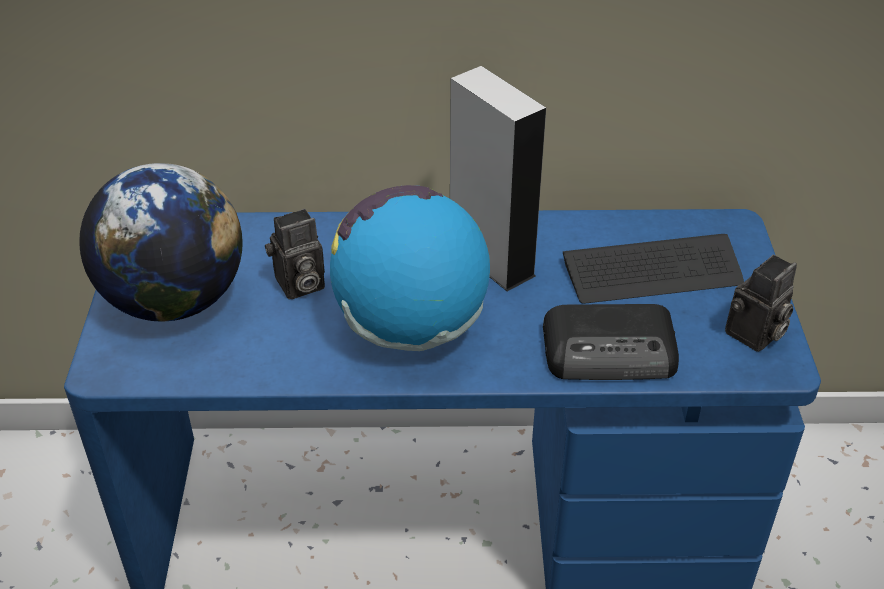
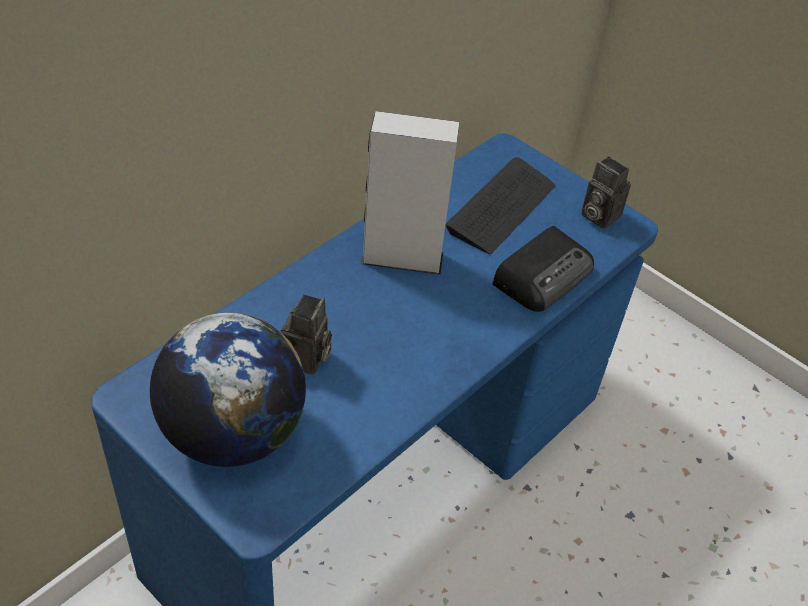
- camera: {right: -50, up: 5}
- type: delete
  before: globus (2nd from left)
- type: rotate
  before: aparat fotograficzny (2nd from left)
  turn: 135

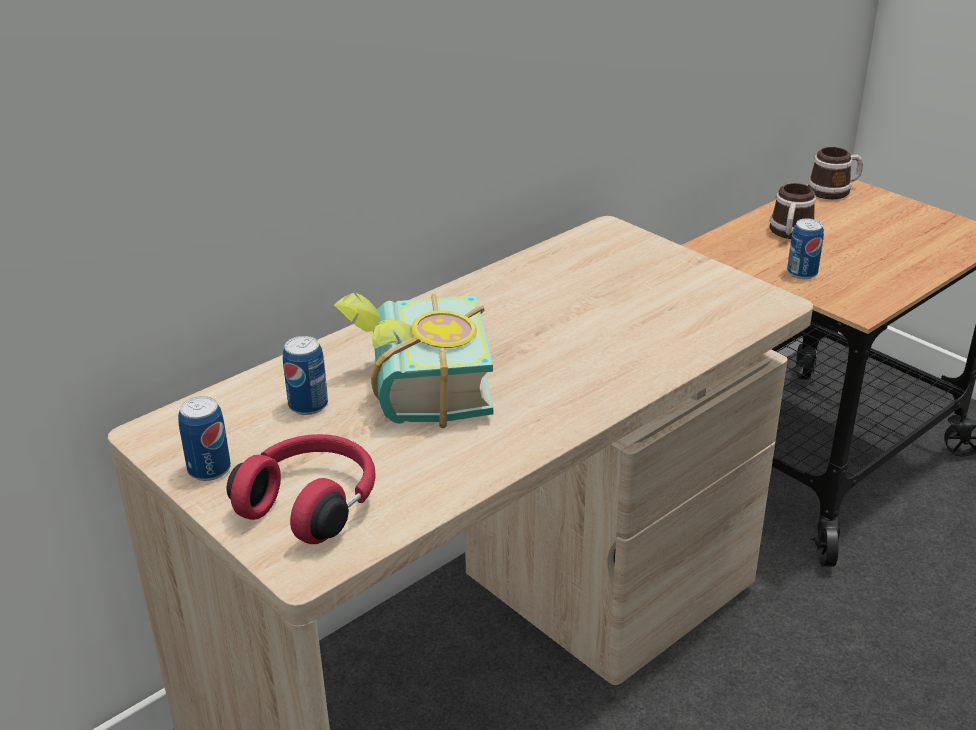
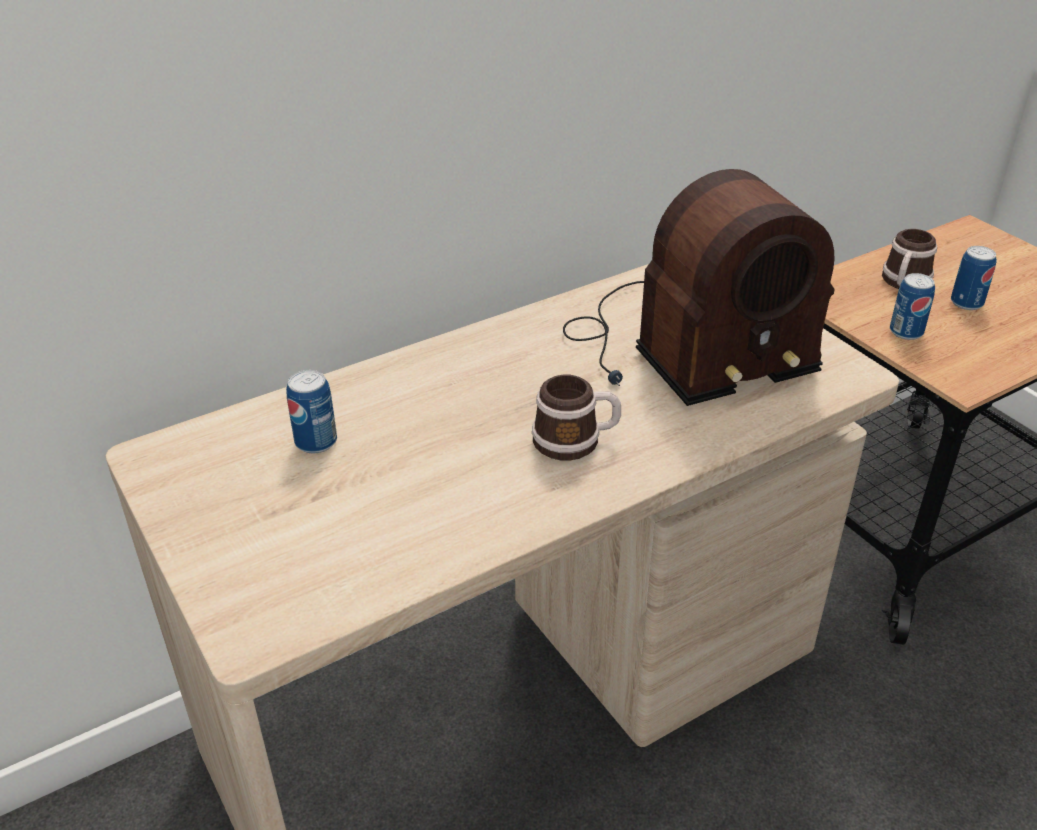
- camera: {right: 10, up: 5}
- type: delete
  before: słuchawki (czerwony)
- type: delete
  before: książka
- type: insert
  after: radio
- type: move
  before: puszka (1st from left in the first image)
  after: puszka (3rd from left)
- type: move
  before: kubek (2nd from left in the first image)
  after: kubek (1st from left)

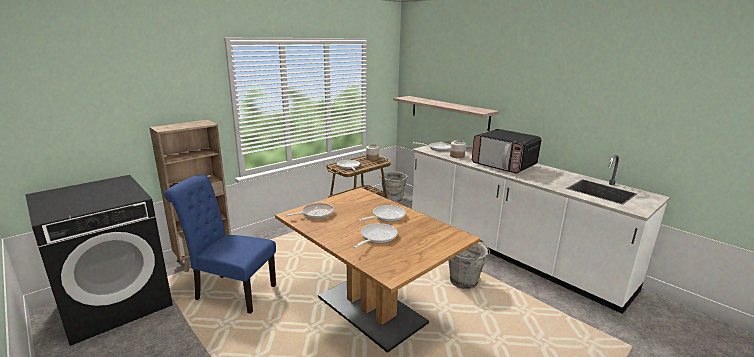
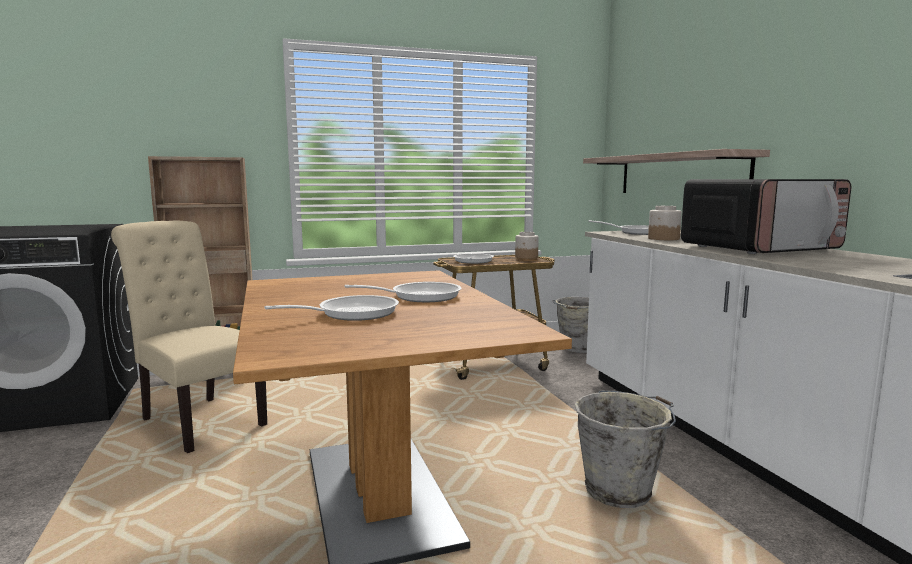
- camera: {right: 25, up: -10}
- type: delete
  before: patelnia (1st from left)
- type: recolor
  before: krzesło (niebieski)
  after: krzesło (beżowy)
- type: rotate
  before: mikrofalówka
  turn: -90

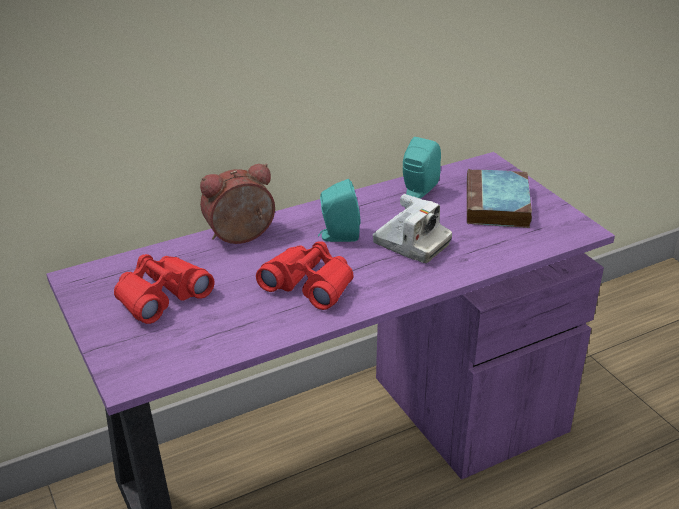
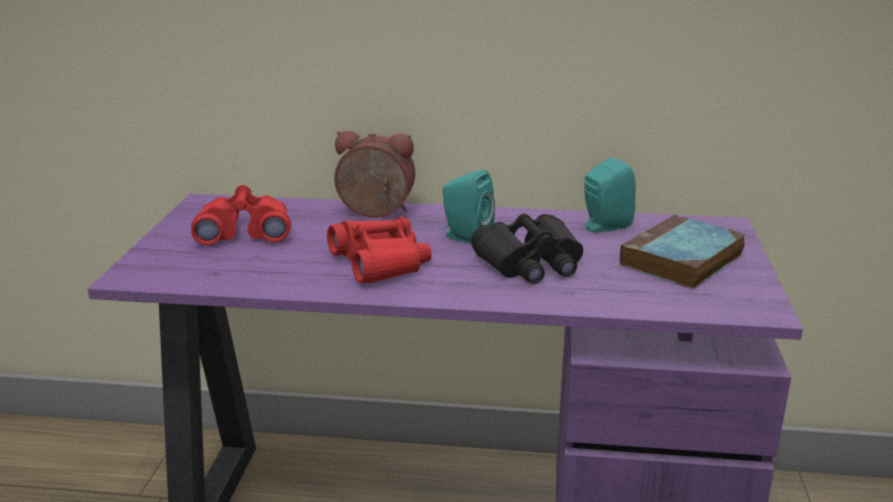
- camera: {right: 35, up: -10}
- type: replace
  before: aparat fotograficzny
  after: lornetka (czarny)

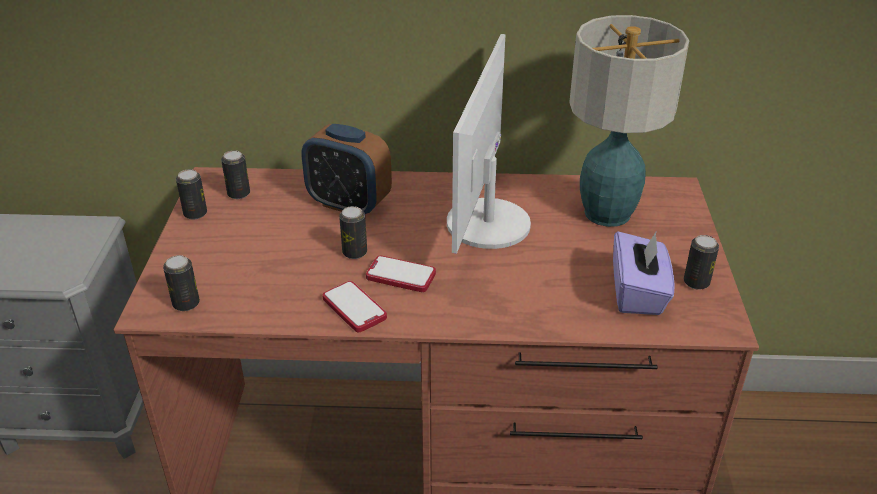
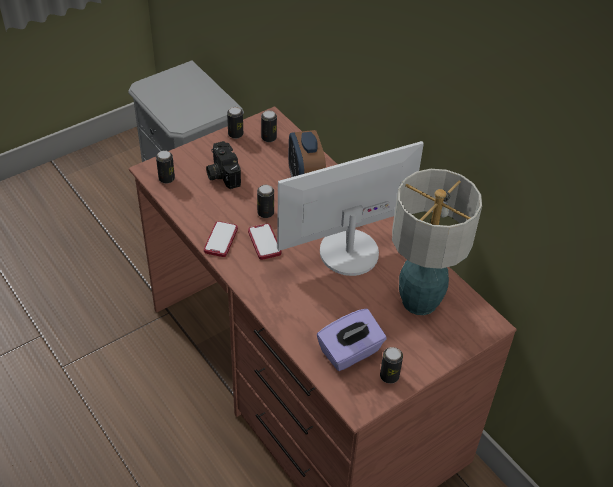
- camera: {right: 50, up: 10}
- type: insert
  after: aparat fotograficzny

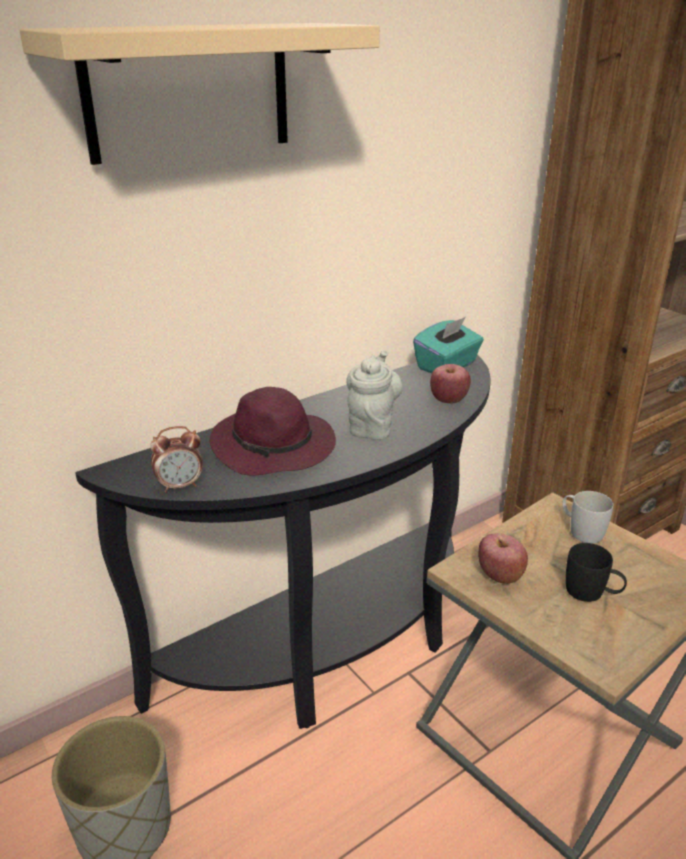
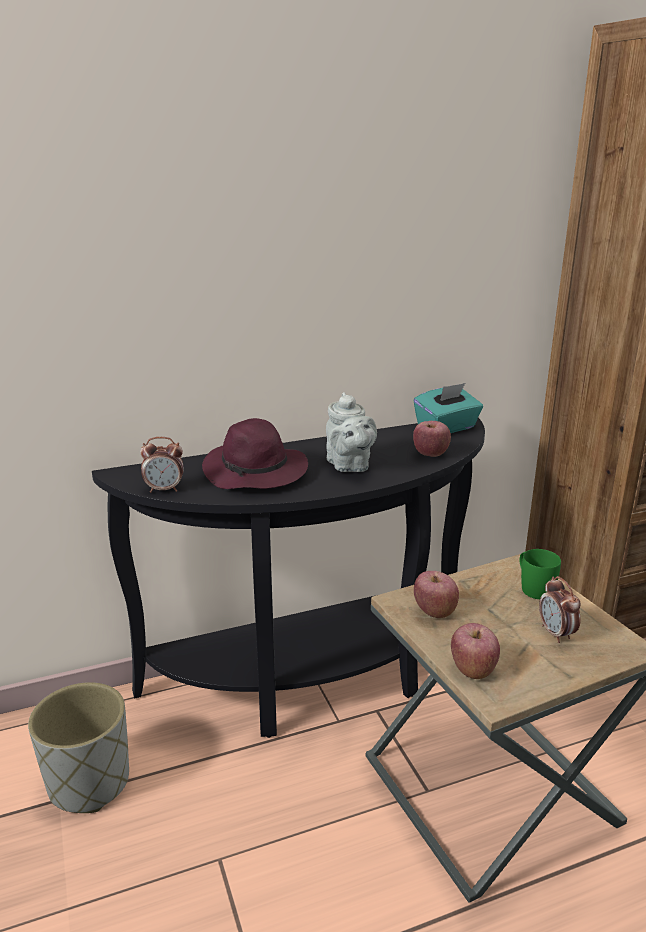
- camera: {right: 15, up: -5}
- type: delete
  before: półka (beżowy)
- type: delete
  before: kubek (czarny)
- type: insert
  after: jabłko (3rd from left)
- type: insert
  after: budzik (2nd from left)
- type: recolor
  before: kubek (biały)
  after: kubek (zielony)
- type: rotate
  before: imbryk (szary)
  turn: 135

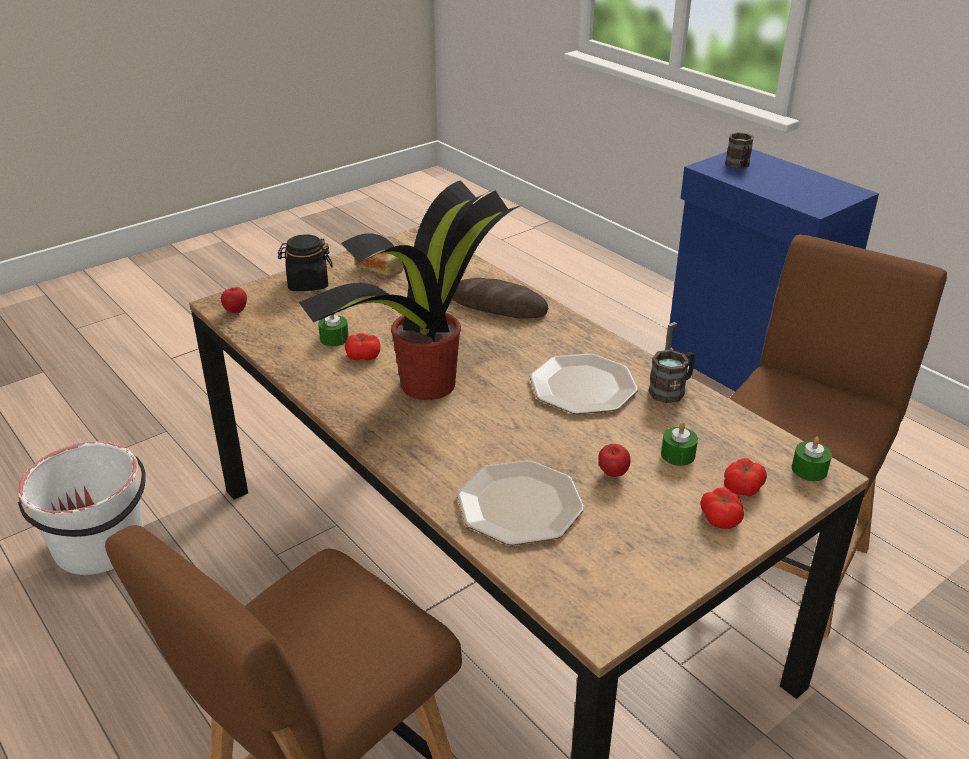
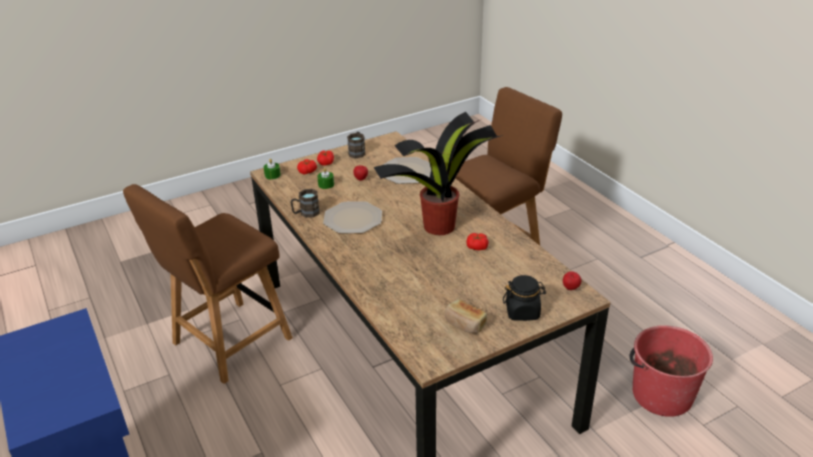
- camera: {right: -170, up: 0}
- type: delete
  before: świeca (zielony) (1st from left)
- type: delete
  before: chleb (2nd from left)
- type: move
  before: kubek (brązowy) (2nd from left)
- type: recolor
  before: wiadro (biały)
  after: wiadro (czerwony)

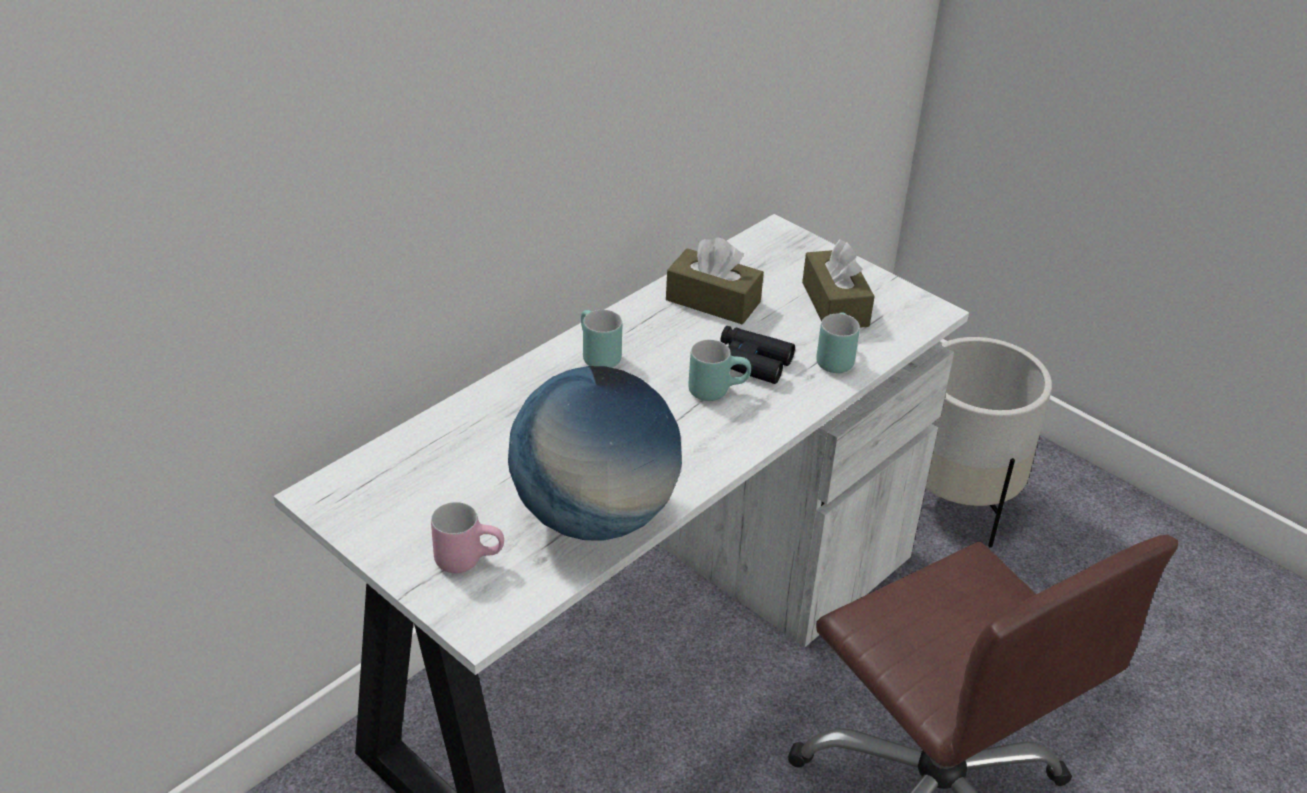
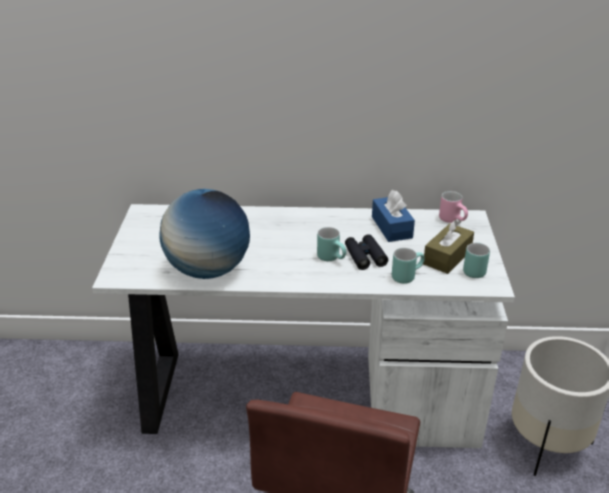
- camera: {right: 50, up: -5}
- type: move
  before: kubek (różowy)
- type: move
  before: kubek (turkusowy) (1st from left in the first image)
  after: kubek (turkusowy) (3rd from left)
- type: recolor
  before: pudełko chusteczek (brązowy) (1st from left)
  after: pudełko chusteczek (niebieski)

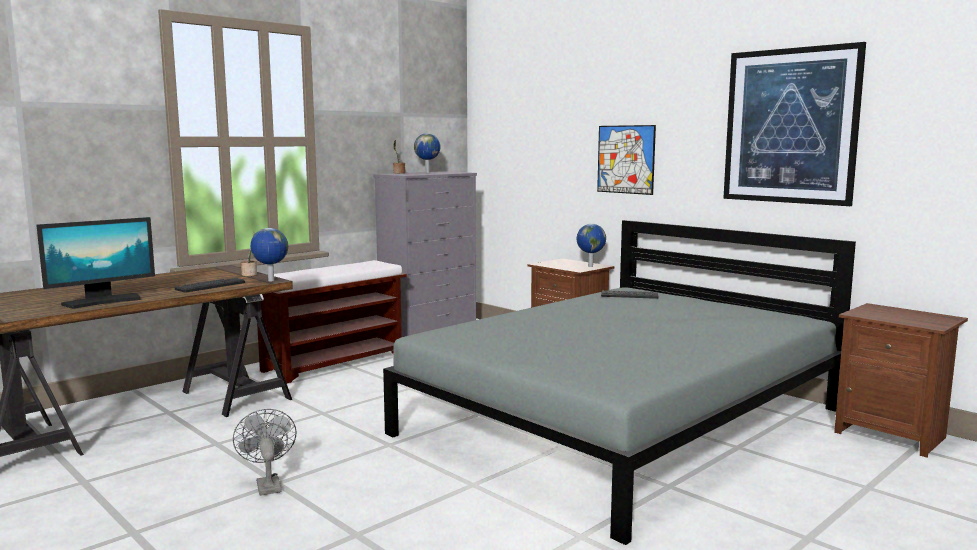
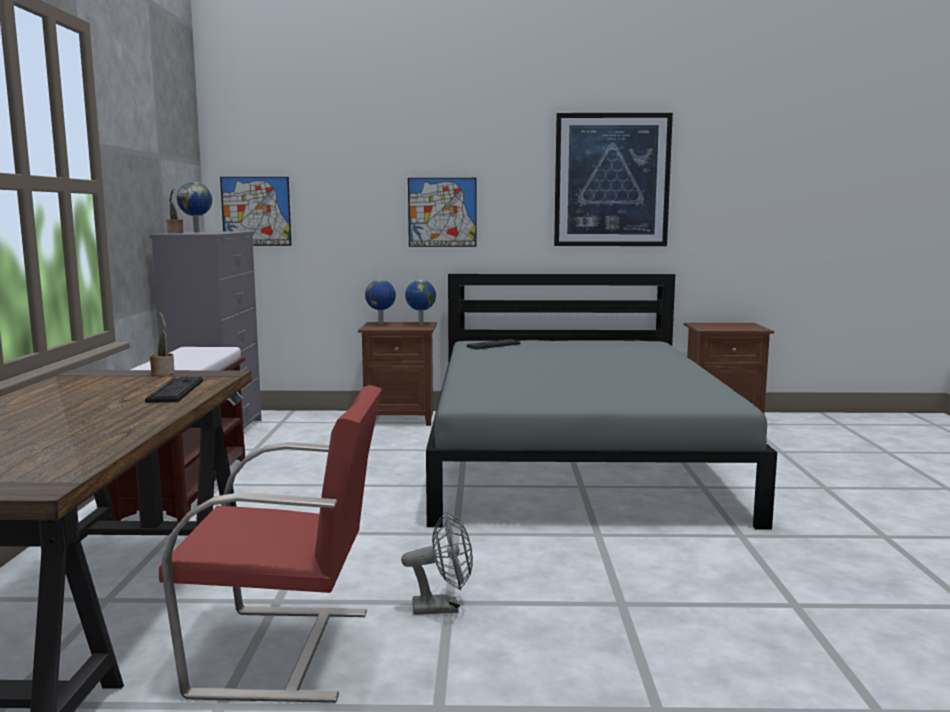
- camera: {right: -45, up: 0}
- type: delete
  before: monitor
- type: insert
  after: krzesło (czerwony)
- type: insert
  after: obraz (1st from left)
- type: move
  before: globus (1st from left in the first image)
  after: globus (2nd from left)
- type: rotate
  before: wentylator (szary)
  turn: 150

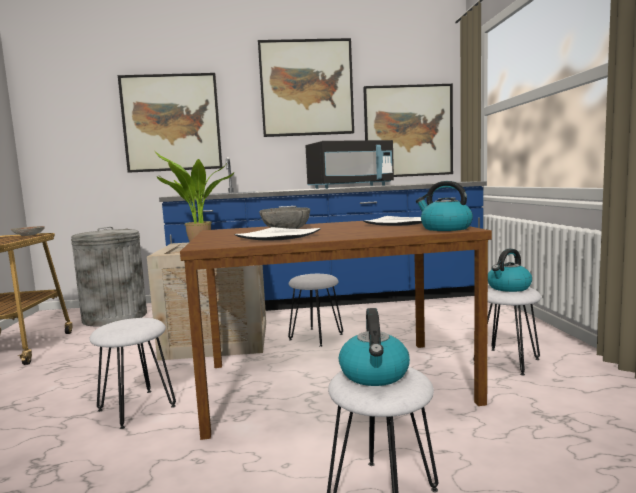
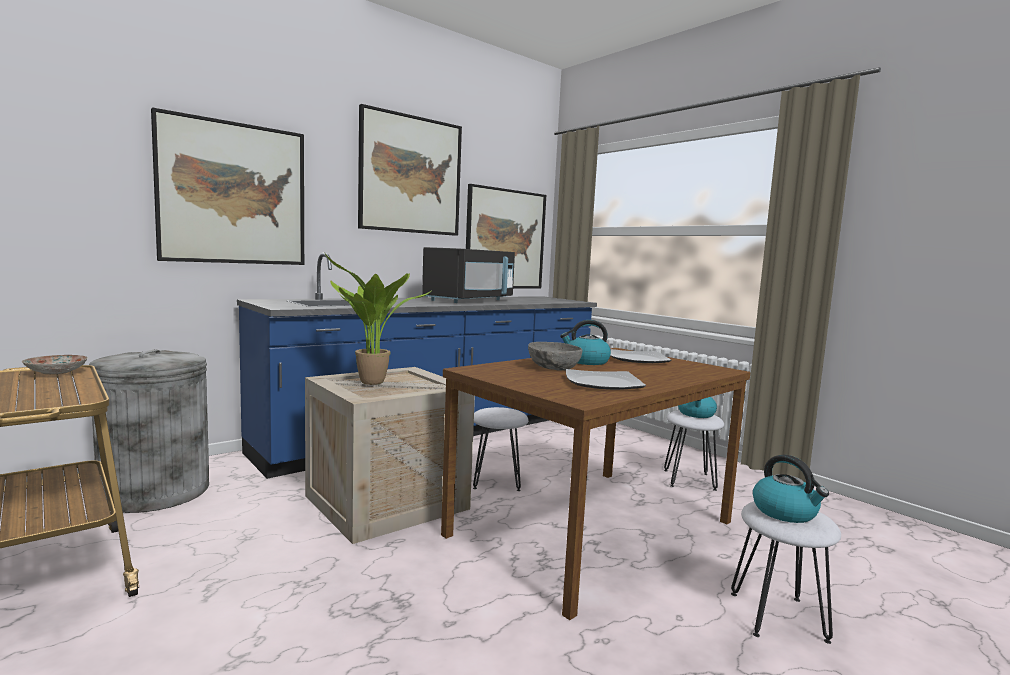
- camera: {right: -35, up: 0}
- type: delete
  before: stołek (biały) (1st from left)
- type: move
  before: czajnik (2nd from left in the first image)
  after: czajnik (1st from left)

